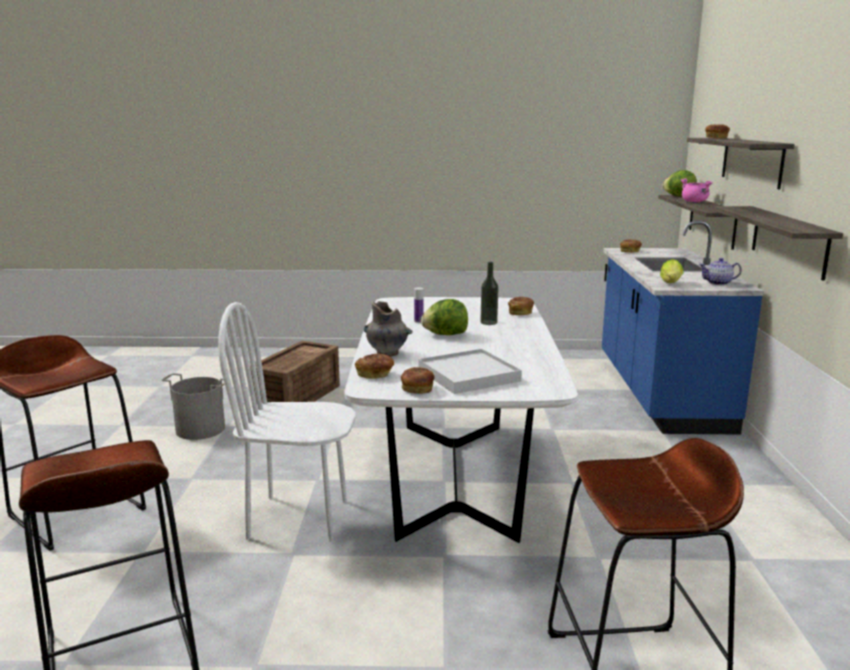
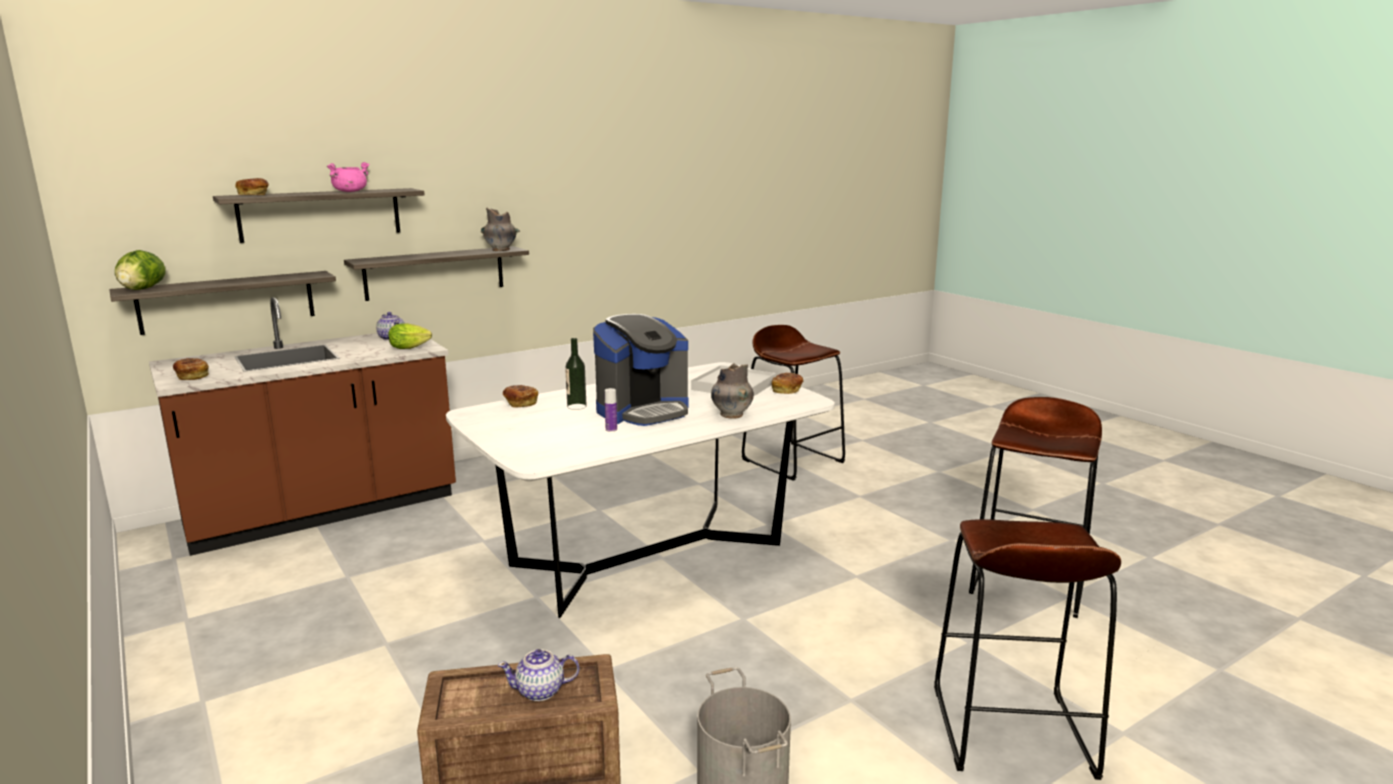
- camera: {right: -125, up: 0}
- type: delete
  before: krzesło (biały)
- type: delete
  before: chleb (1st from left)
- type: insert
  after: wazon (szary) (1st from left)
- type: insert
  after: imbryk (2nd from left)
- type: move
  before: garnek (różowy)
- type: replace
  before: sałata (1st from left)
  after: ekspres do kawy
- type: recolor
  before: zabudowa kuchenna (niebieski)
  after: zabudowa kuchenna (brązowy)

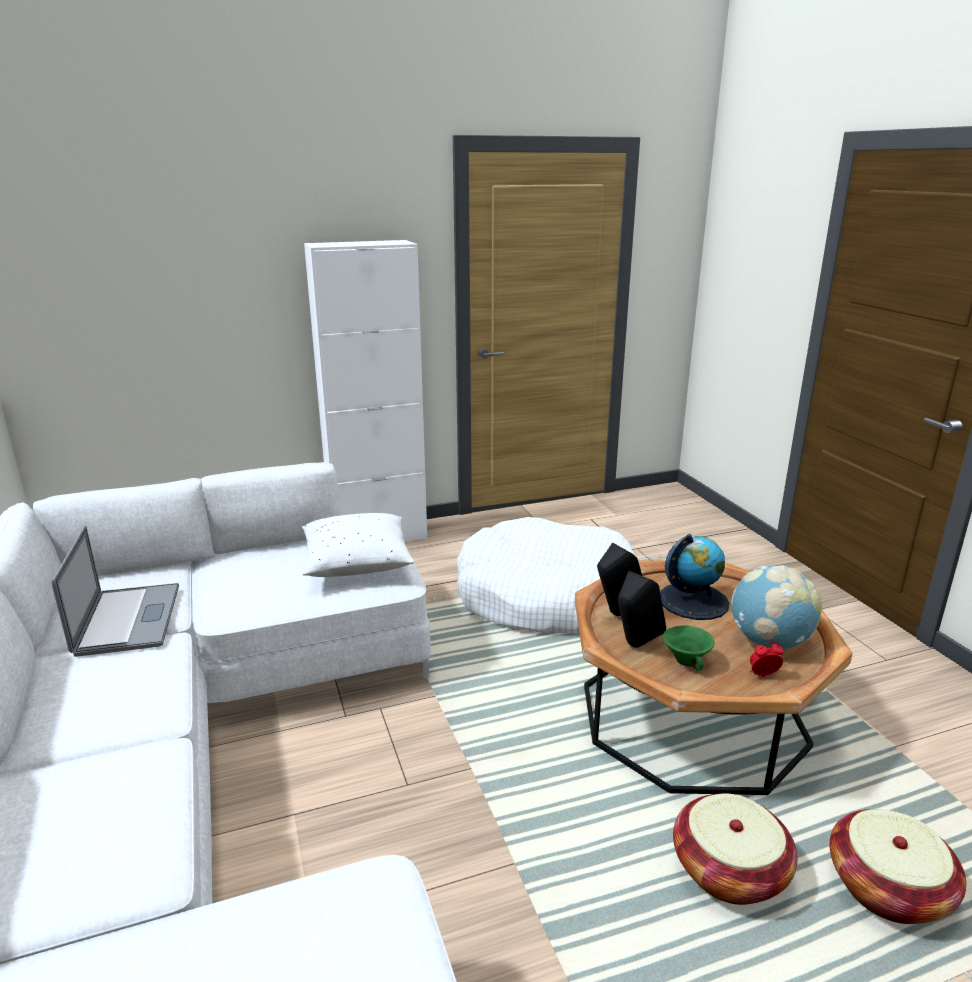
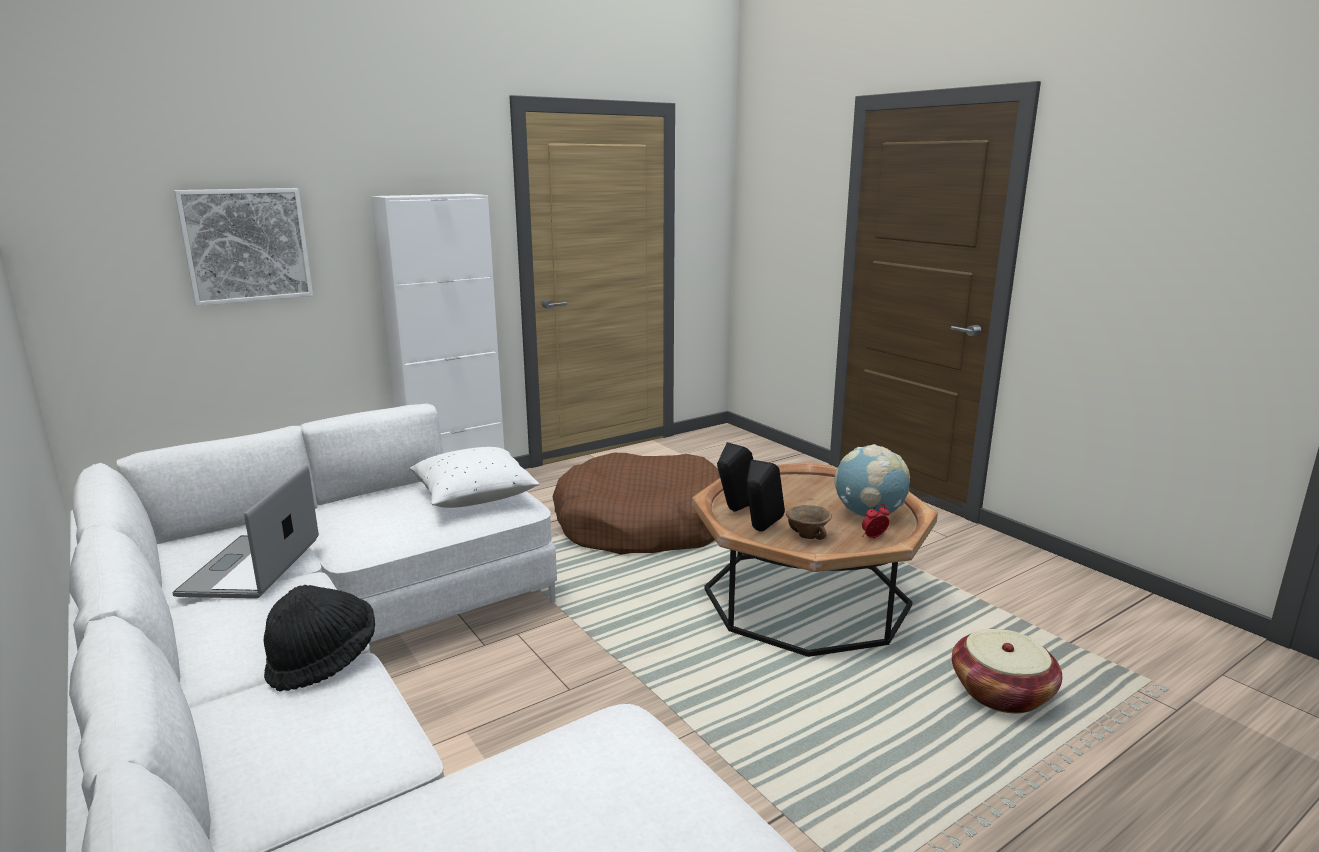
- camera: {right: -15, up: -5}
- type: delete
  before: globus (1st from left)
- type: delete
  before: koszyk (1st from left)
- type: insert
  after: obraz
- type: insert
  after: kapelusz (czarny)
- type: recolor
  before: legowisko (biały)
  after: legowisko (brązowy)
- type: recolor
  before: miska (zielony)
  after: miska (brązowy)
- type: rotate
  before: laptop
  turn: -150

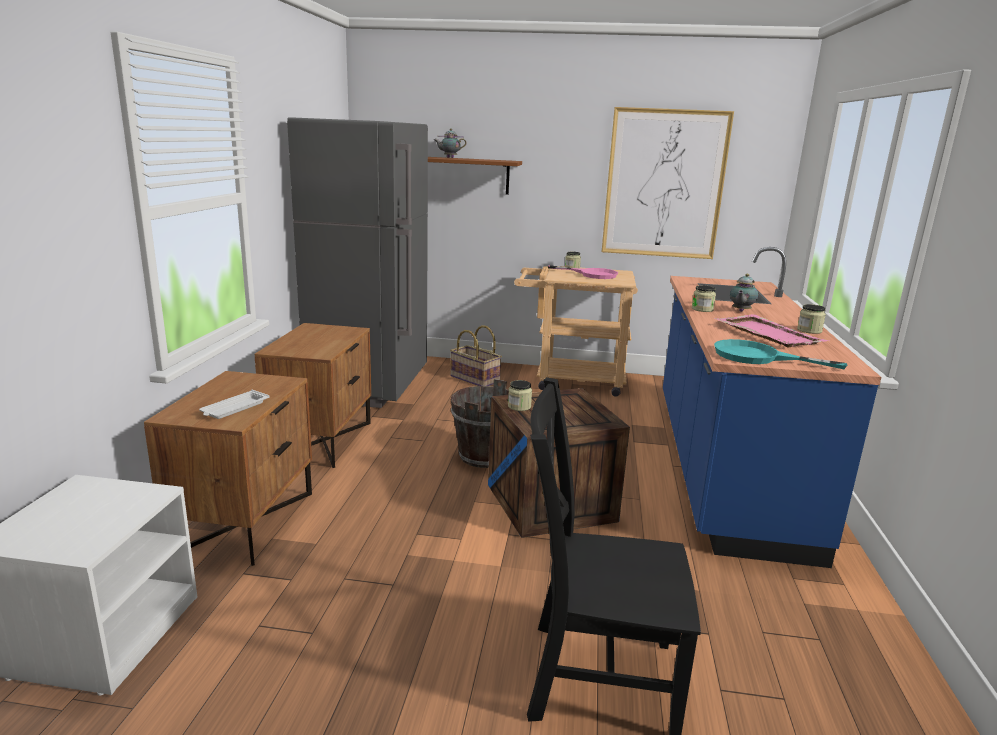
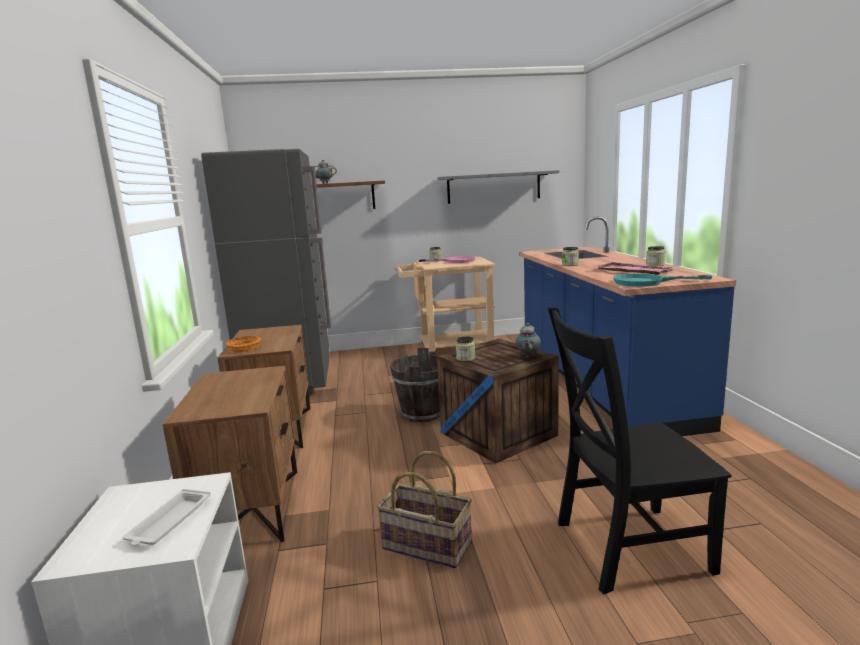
- camera: {right: -15, up: -5}
- type: insert
  after: miska (pomarańczowy)
- type: move
  before: taca (biały)
- type: move
  before: koszyk
- type: move
  before: imbryk (2nd from left)
- type: replace
  before: obraz
  after: półka (szary)

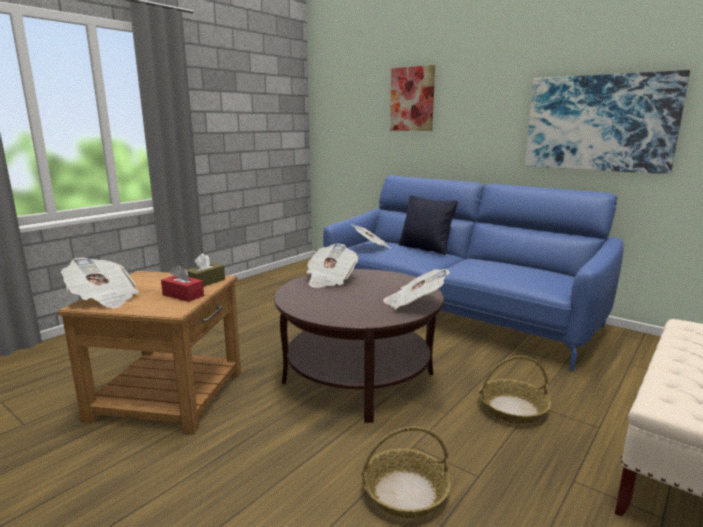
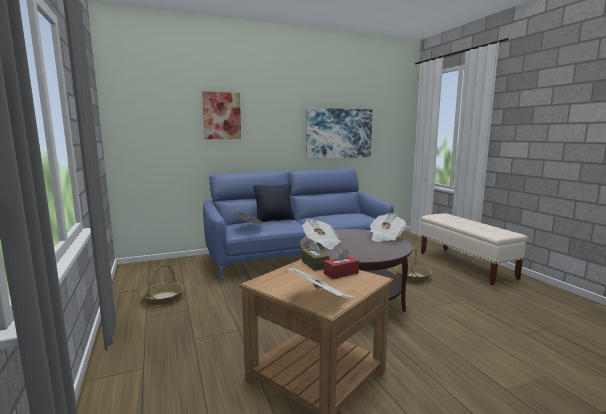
- camera: {right: -60, up: -5}
- type: move
  before: koszyk (1st from left)

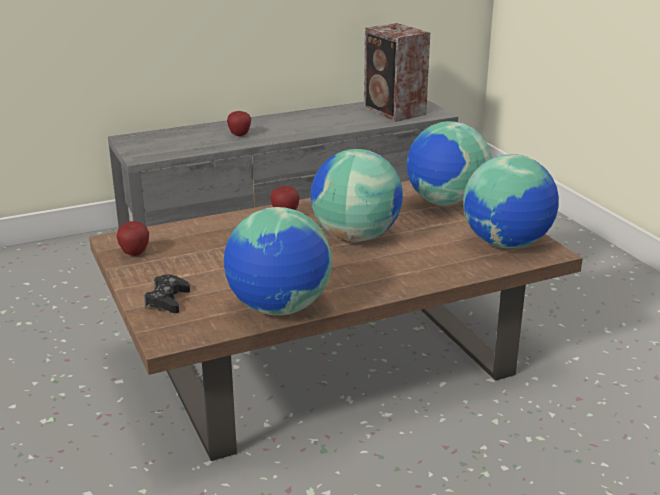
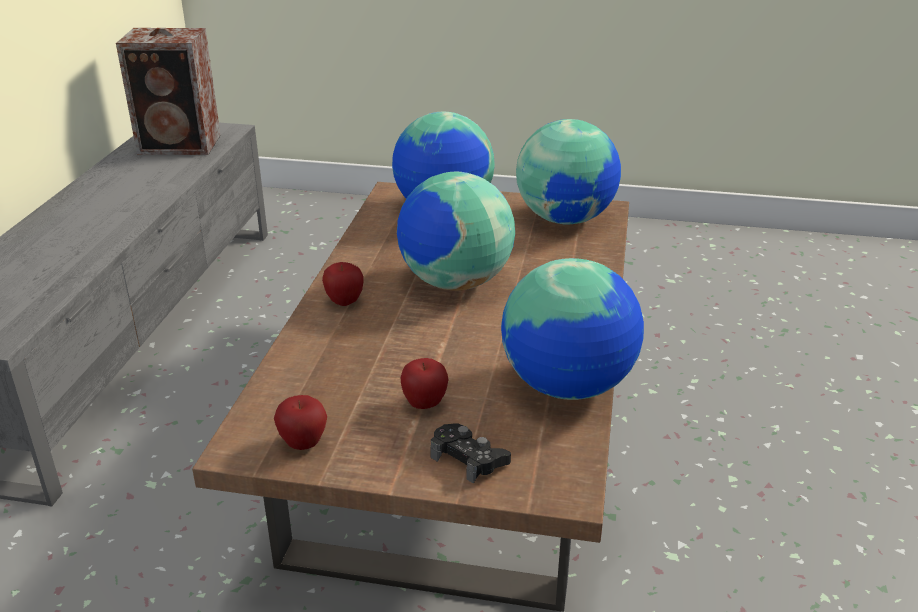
- camera: {right: -55, up: 5}
- type: move
  before: jabłko (2nd from left in the first image)
  after: jabłko (3rd from left)

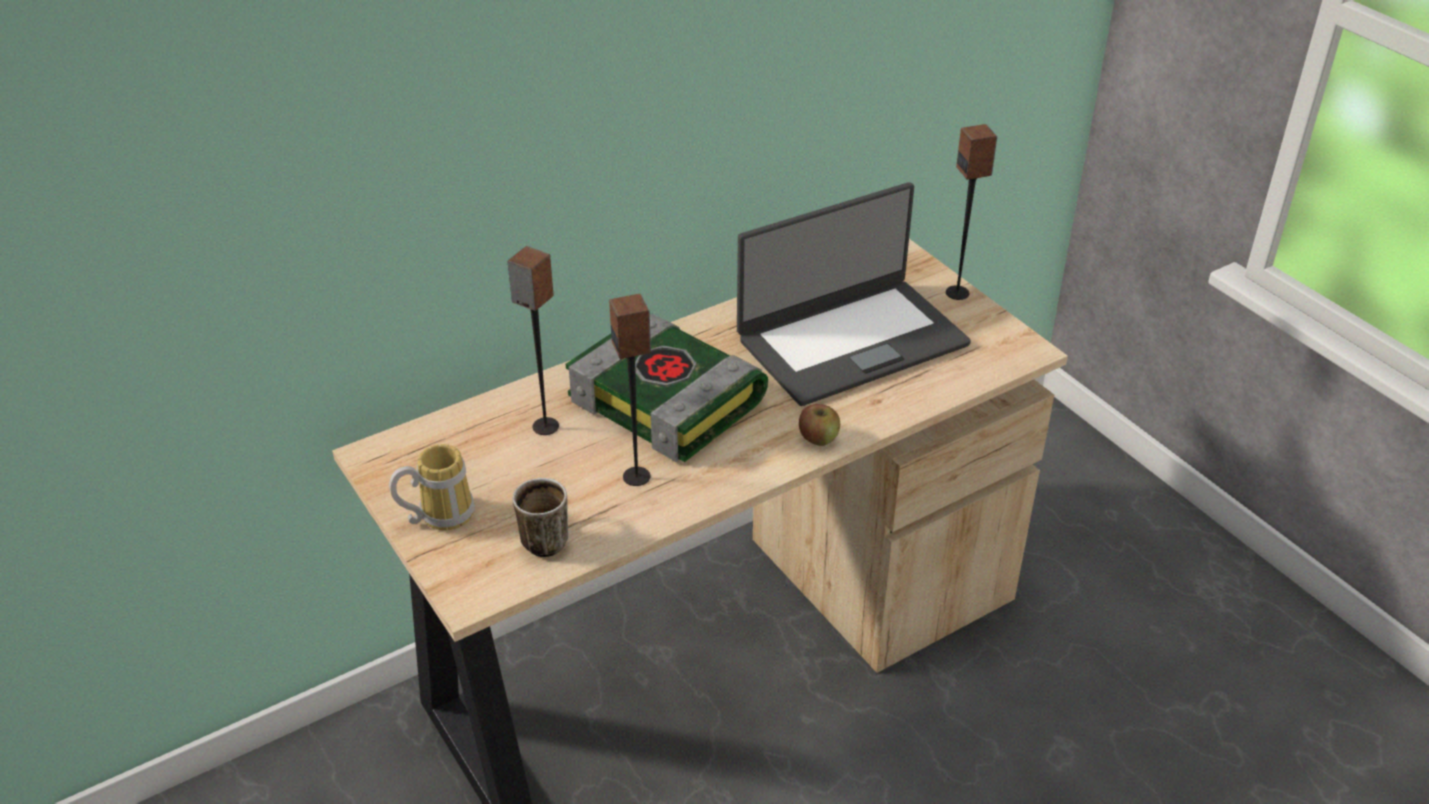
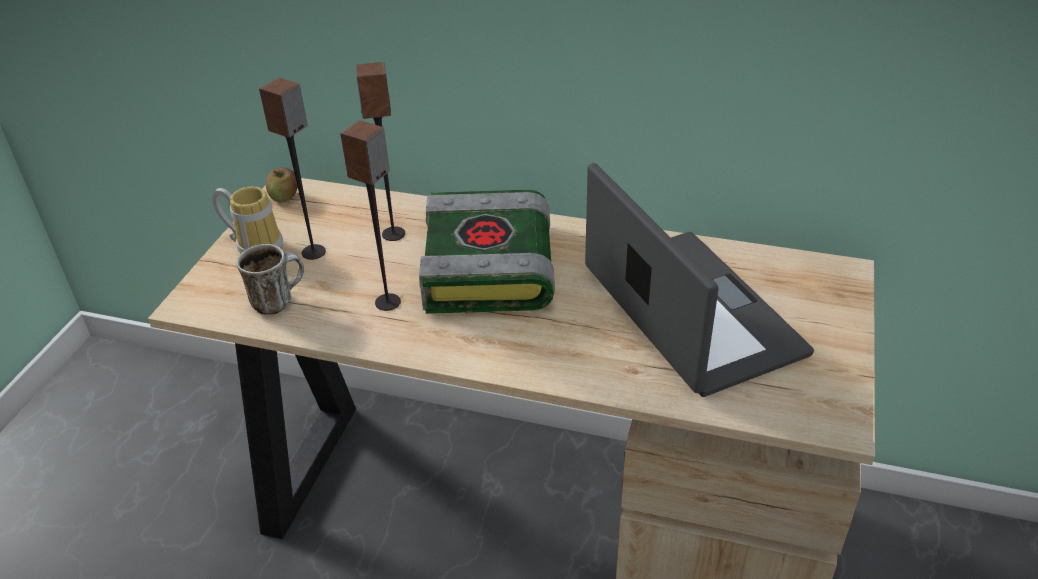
- camera: {right: 50, up: 0}
- type: move
  before: jabłko
- type: move
  before: głośnik (3rd from left in the first image)
  after: głośnik (1st from left)
- type: rotate
  before: laptop
  turn: -135

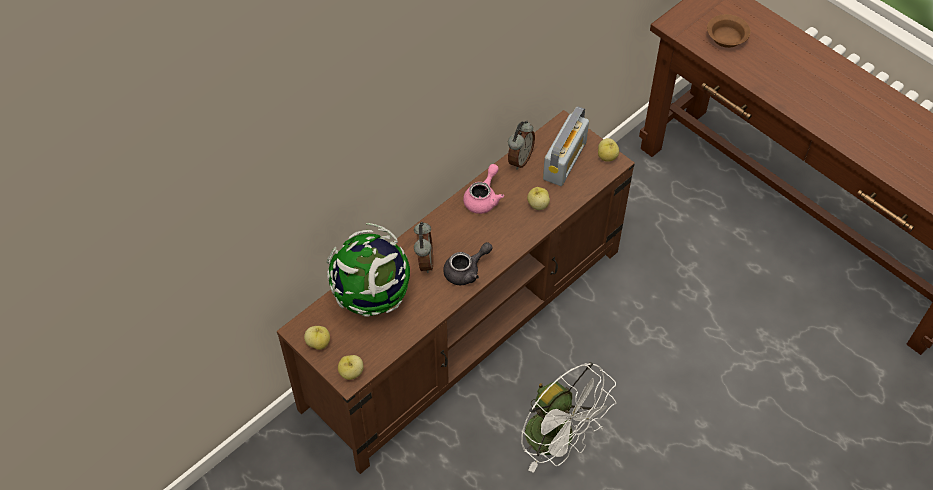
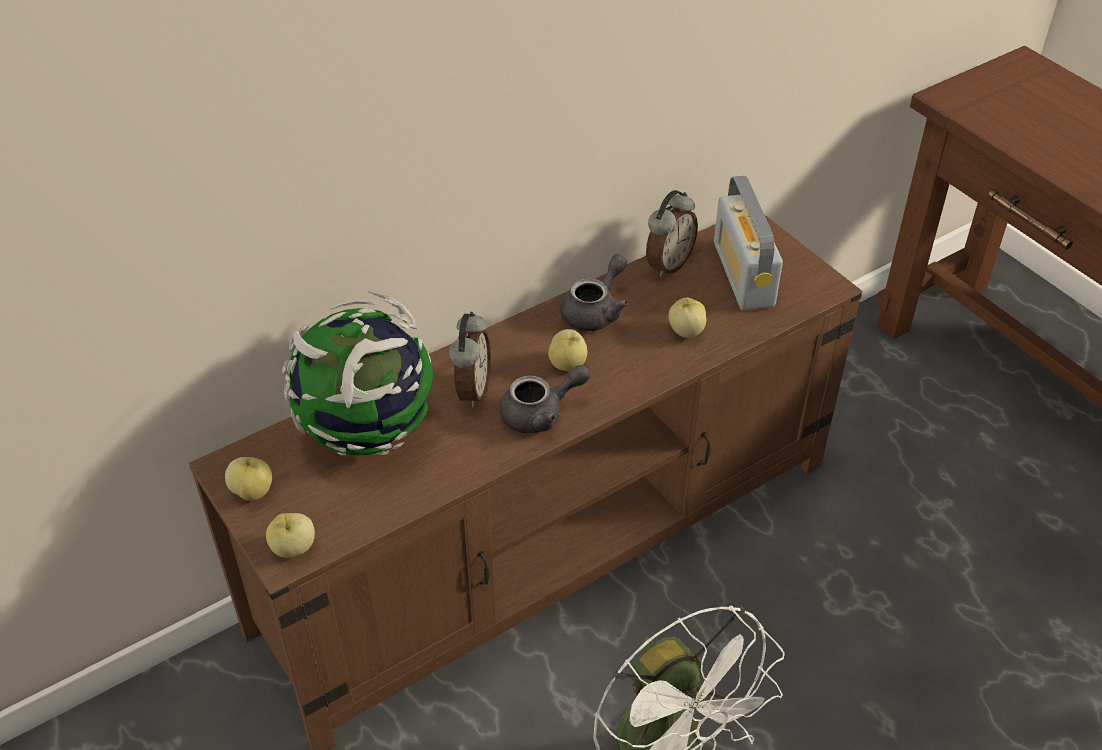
- camera: {right: 10, up: -10}
- type: delete
  before: miska (brązowy)
- type: move
  before: jabłko (4th from left in the first image)
  after: jabłko (3rd from left)
- type: recolor
  before: imbryk (różowy)
  after: imbryk (szary) (2nd from left)
- type: rotate
  before: radio
  turn: 135

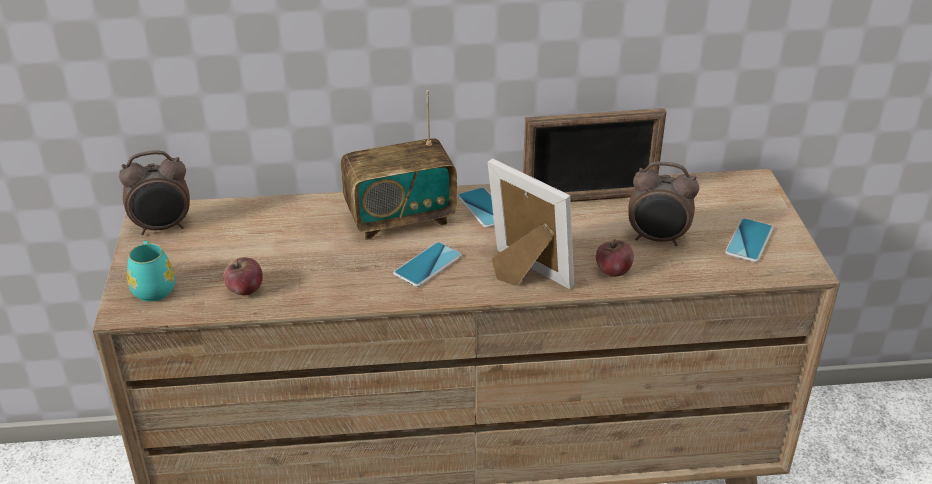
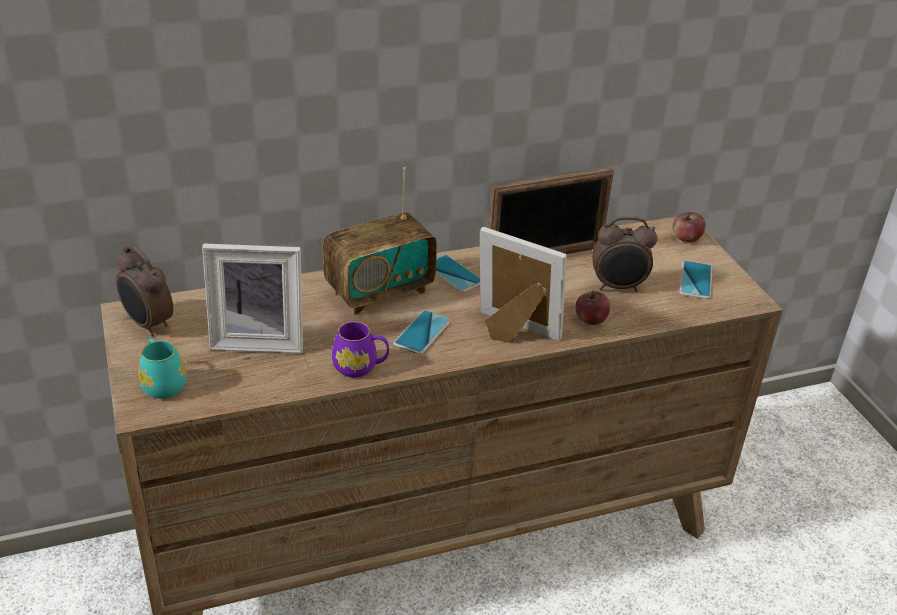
- camera: {right: -15, up: 0}
- type: insert
  after: ramka na zdjęcie (1st from left)
- type: insert
  after: kubek (fioletowy)
- type: move
  before: jabłko (1st from left in the first image)
  after: jabłko (2nd from left)
- type: rotate
  before: budzik (1st from left)
  turn: 75

